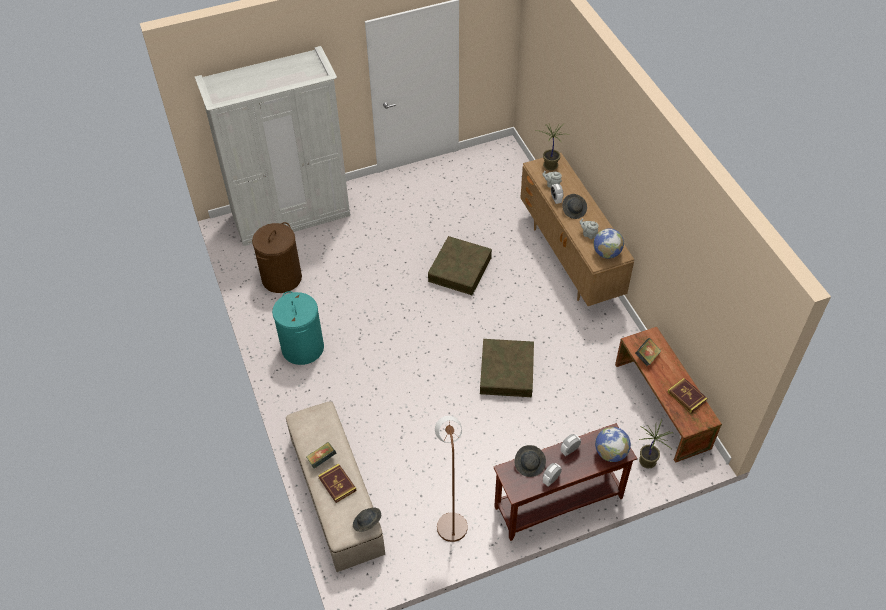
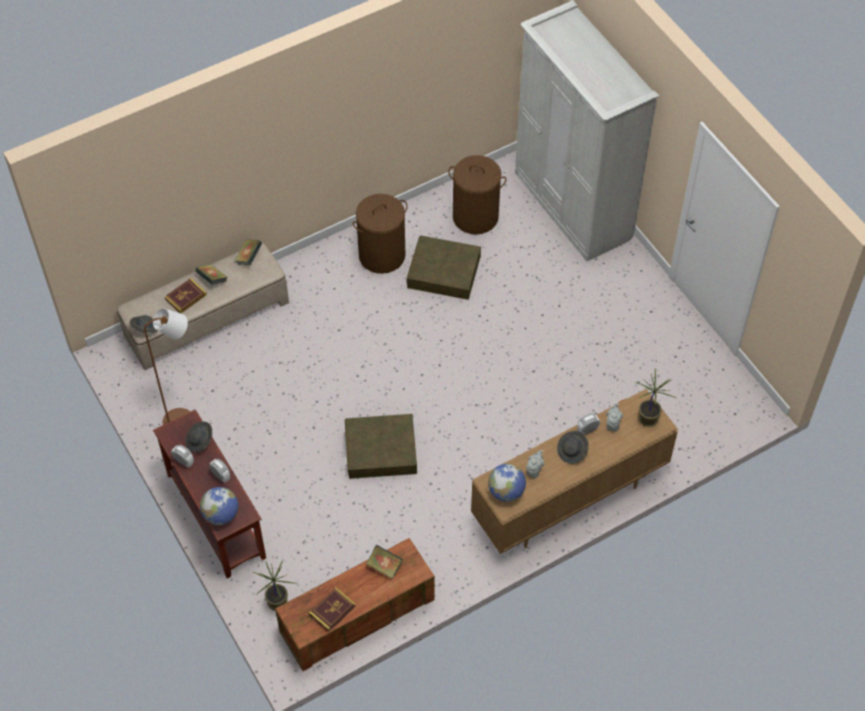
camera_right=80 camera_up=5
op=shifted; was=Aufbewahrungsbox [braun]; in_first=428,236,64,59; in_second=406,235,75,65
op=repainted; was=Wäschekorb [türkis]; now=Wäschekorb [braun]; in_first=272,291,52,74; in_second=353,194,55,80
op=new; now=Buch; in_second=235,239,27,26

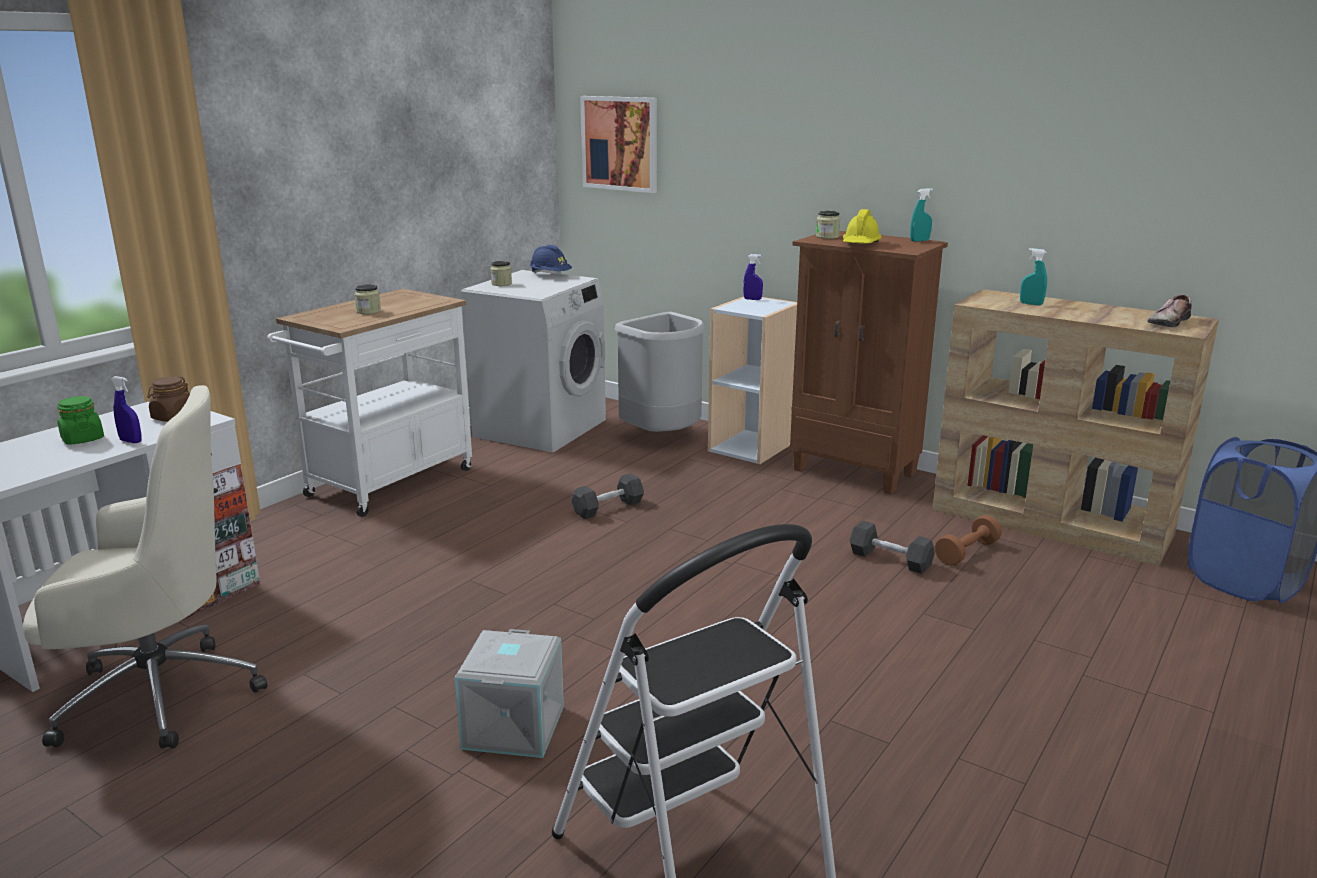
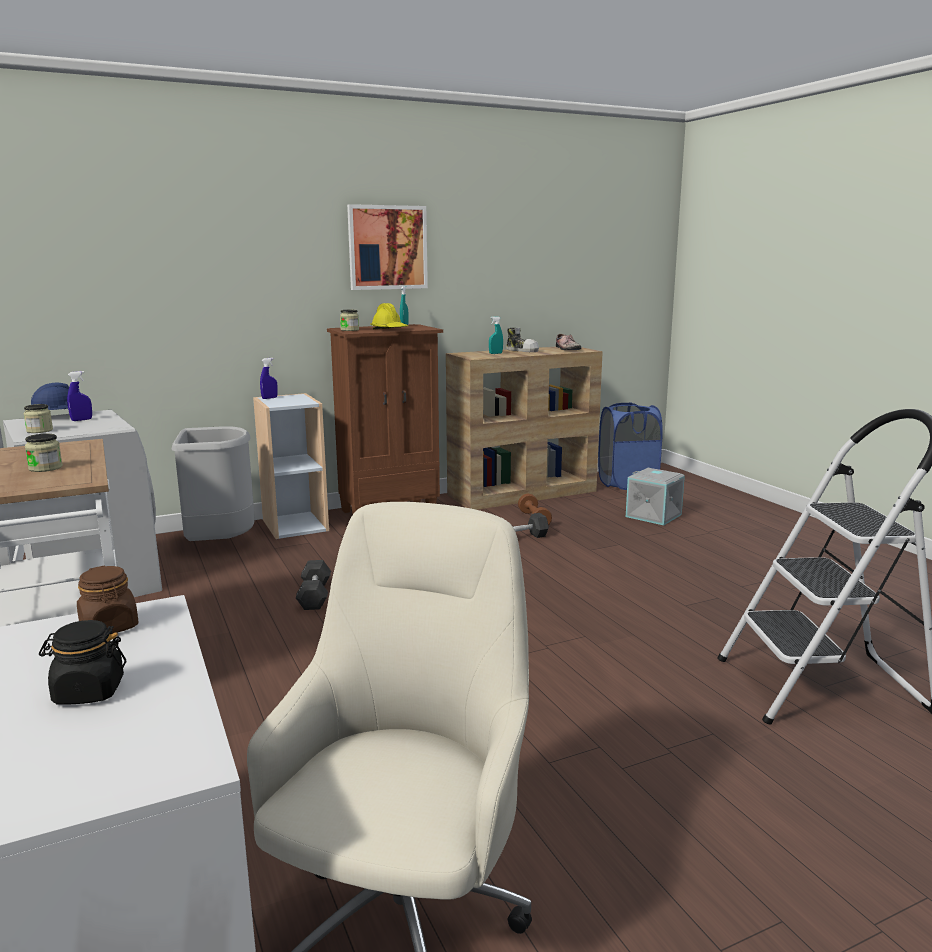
camera_right=-60 camera_up=-5
op=shifted; was=Bild; in_first=580,96,77,97; in_second=347,204,81,86
op=shifted; was=Sprühflasche [blau]; in_first=111,376,31,67; in_second=67,371,25,50
op=repainted; was=Vorratsglas [grün]; now=Vorratsglas [schwarz]; in_first=57,396,47,49; in_second=39,620,88,85
op=shifted; was=Aufbewahrungsbox [grau]; in_first=455,629,109,129; in_second=626,468,59,57
op=new; now=Schuh; in_second=506,327,33,25

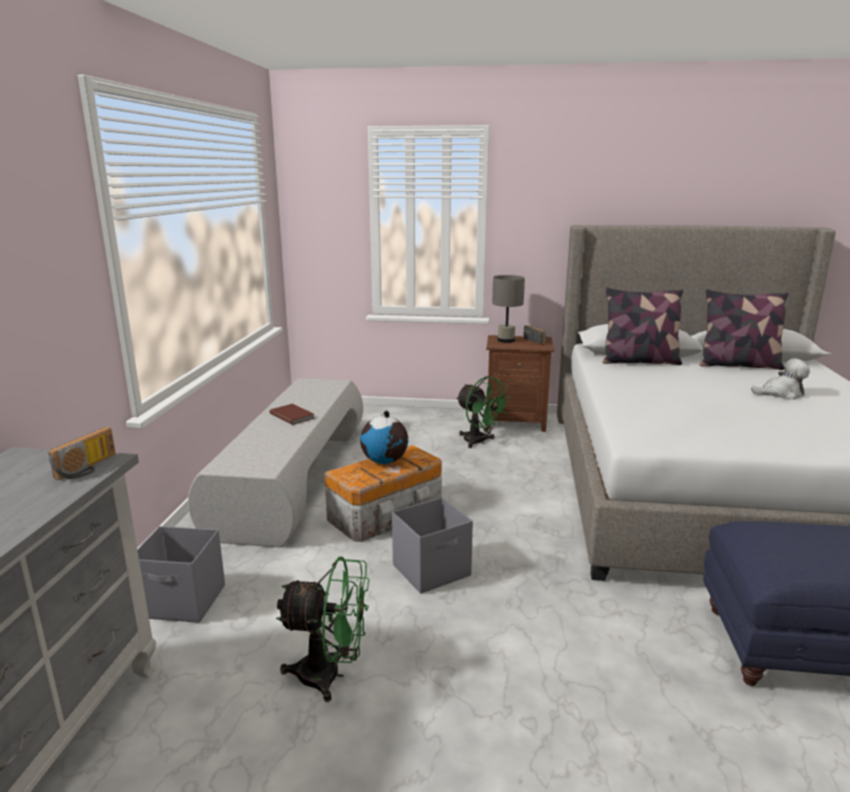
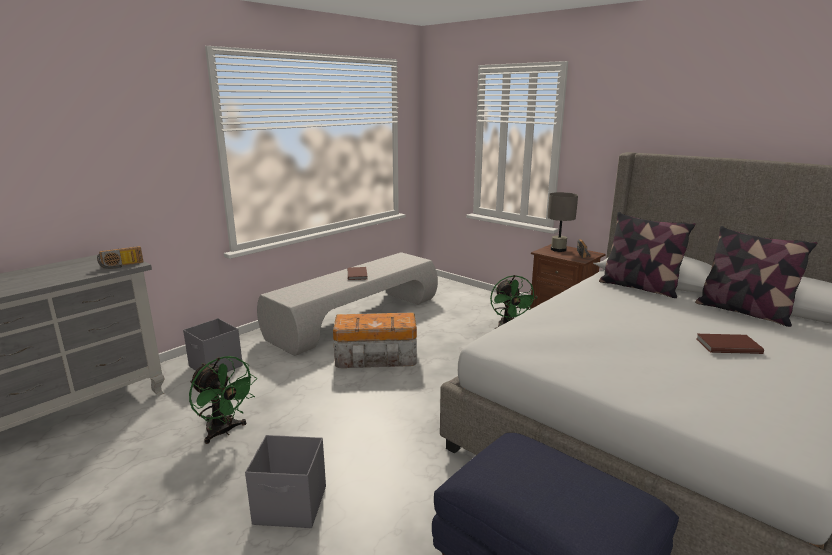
camera_right=35 camera_up=0
op=swapped; was=Plüschtier; now=Buch [braun]; in_first=751,358,59,42; in_second=696,334,68,20
op=gone; was=Globus; in_first=360,411,48,53
op=shifted; was=Aufbewahrungsbox [grau]; in_first=392,497,81,97; in_second=245,435,81,93

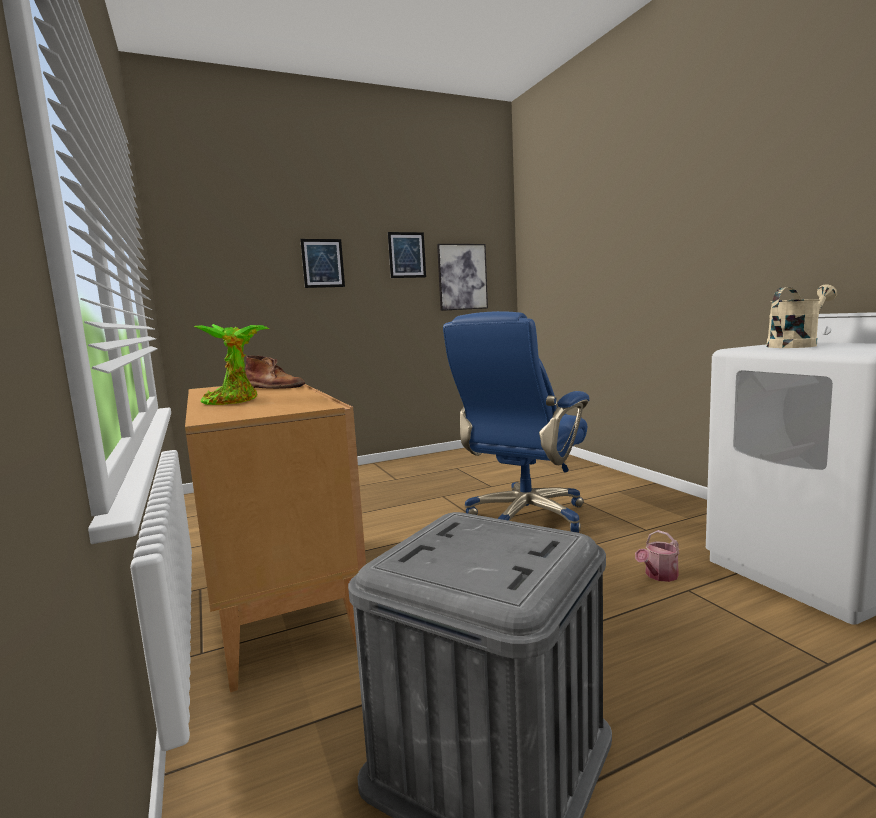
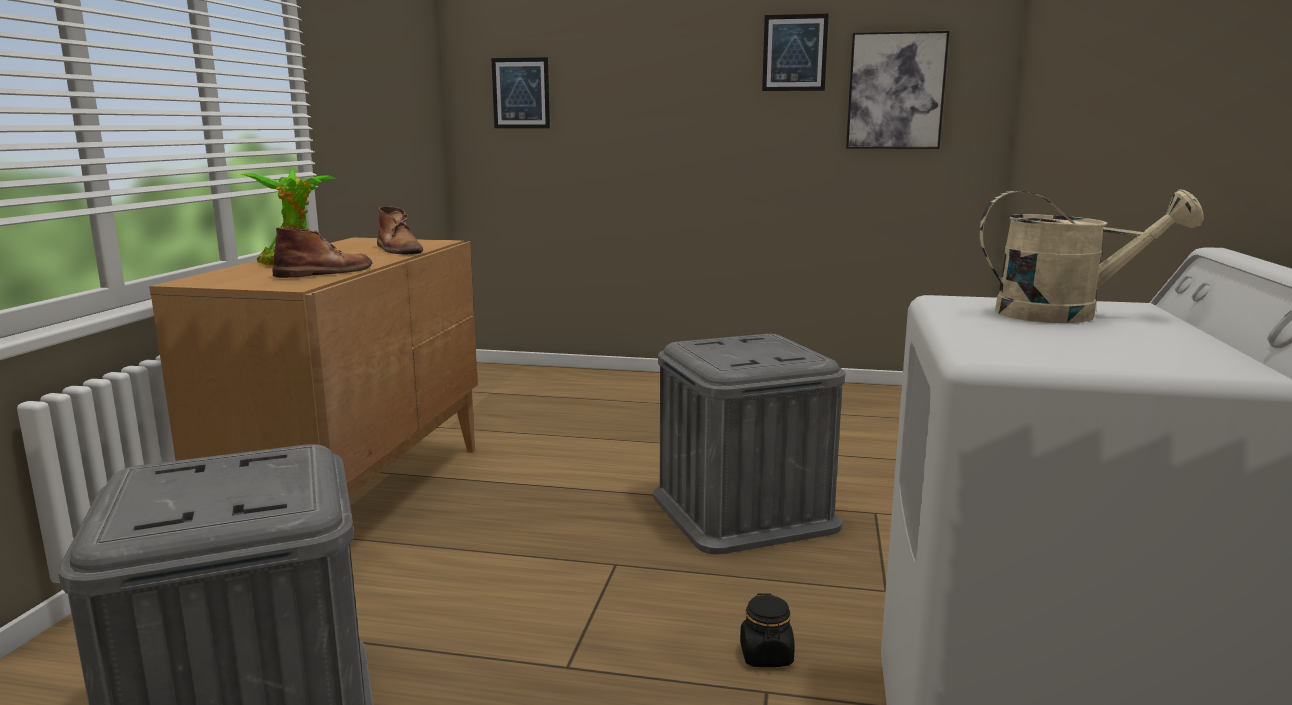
camera_right=35 camera_up=5
op=shifted; was=Bild; in_first=300,239,45,49; in_second=491,57,59,71
op=swapped; was=Bürostuhl [blau]; now=Aufbewahrungsbox [grau]; in_first=443,311,146,222; in_second=653,334,193,221
op=swapped; was=Gießkanne; now=Vorratsglas [schwarz]; in_first=635,530,44,52; in_second=740,593,55,74
op=new; now=Stiefel [braun]; in_second=272,227,100,51

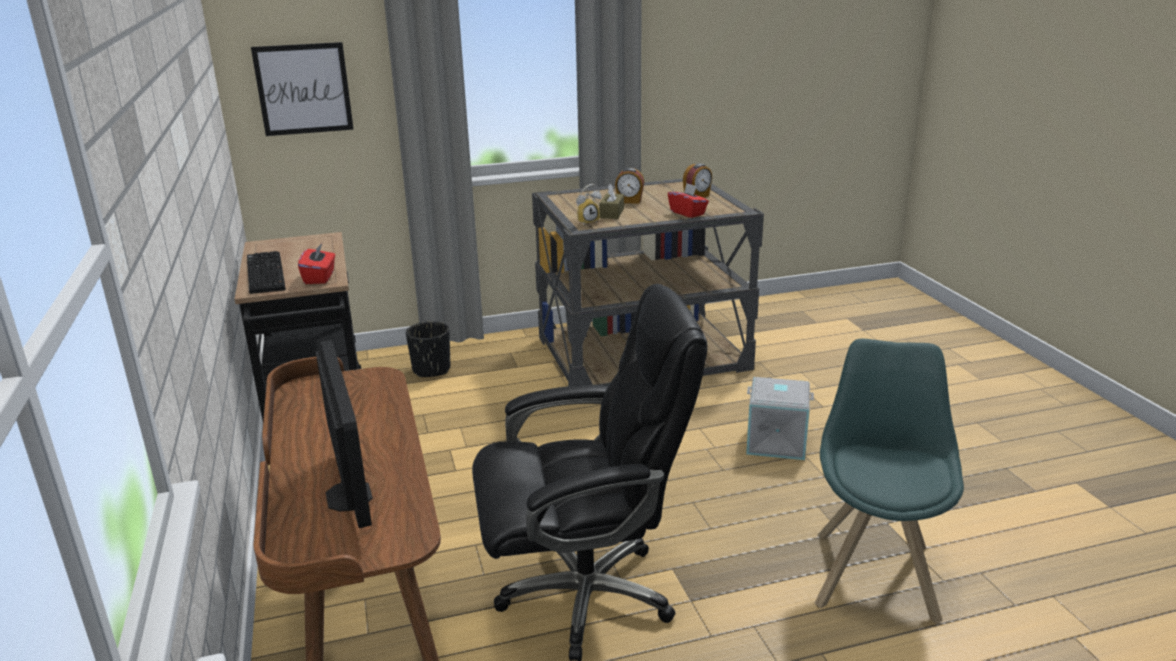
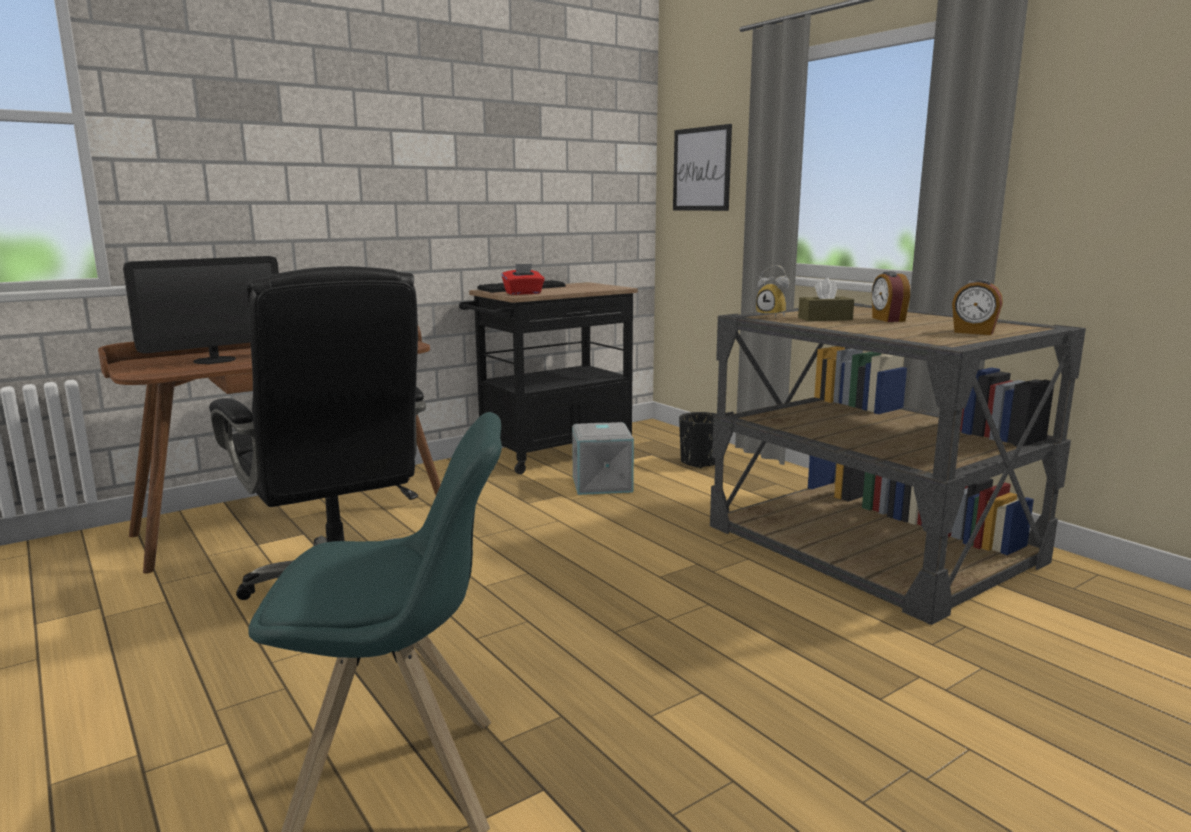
camera_right=70 camera_up=-10
op=gone; was=Taschentuchbox [rot]; in_first=668,183,41,35
op=shifted; was=Aufbewahrungsbox [grau]; in_first=746,377,68,83; in_second=572,422,62,73

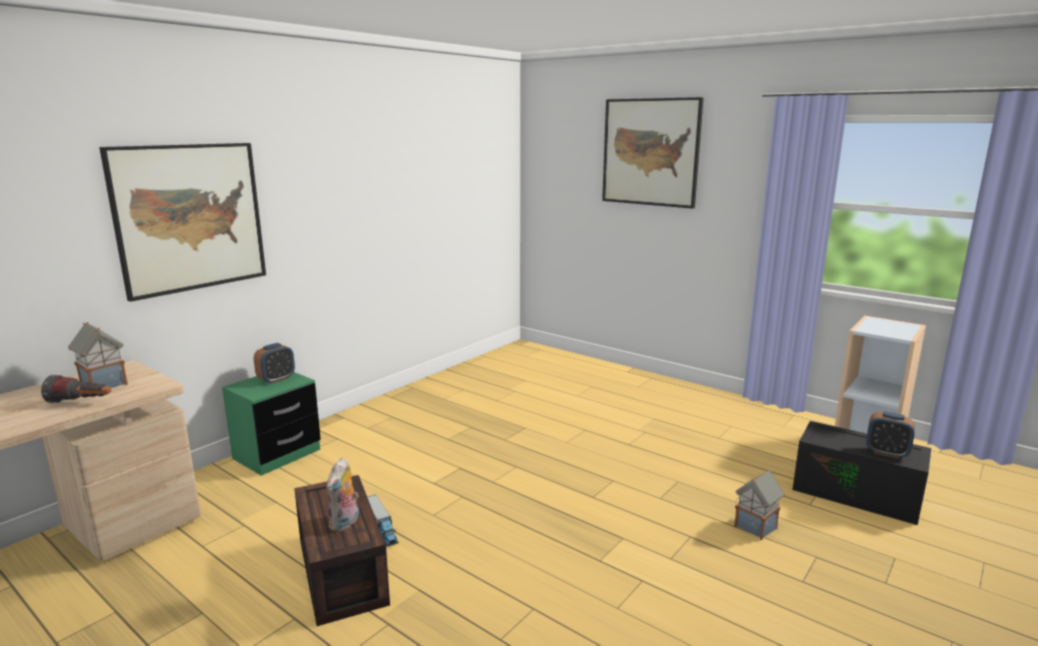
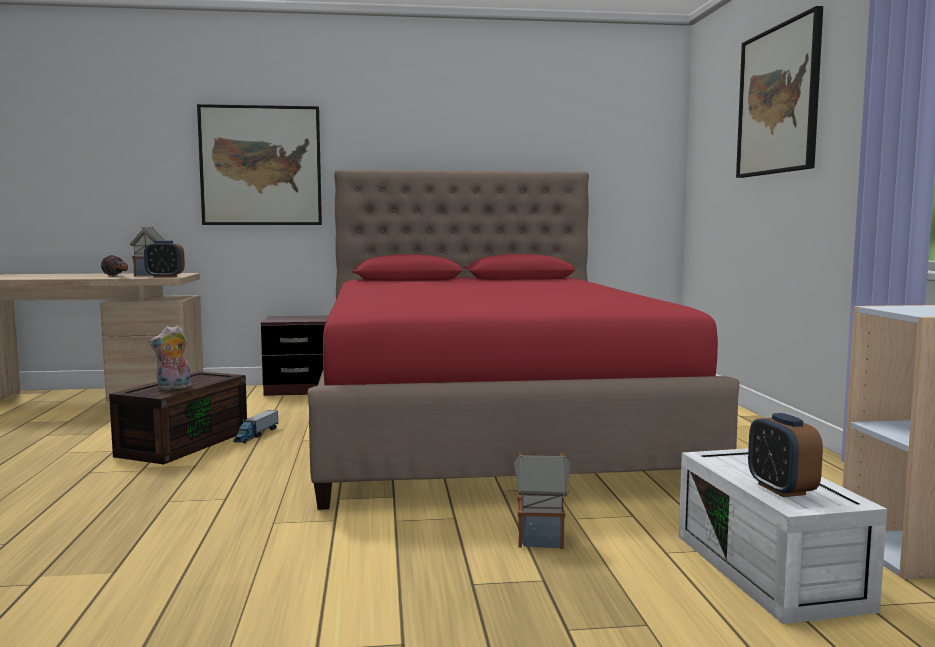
camera_right=45 camera_up=-10
op=shifted; was=Wecker; in_first=254,343,41,41; in_second=144,241,41,37
op=repainted; was=Nachttisch [grün]; now=Nachttisch [braun]; in_first=222,372,99,104; in_second=261,316,67,80
op=repainted; was=Aufbewahrungsbox [schwarz]; now=Aufbewahrungsbox [weiß]; in_first=792,421,139,104; in_second=679,448,208,176
op=new; now=Bett [rot]; in_second=308,169,432,341

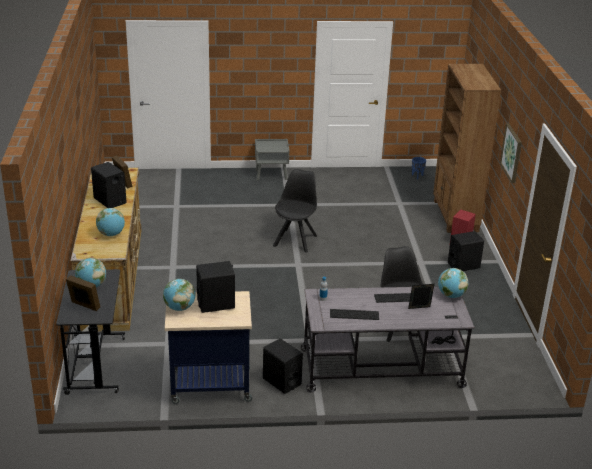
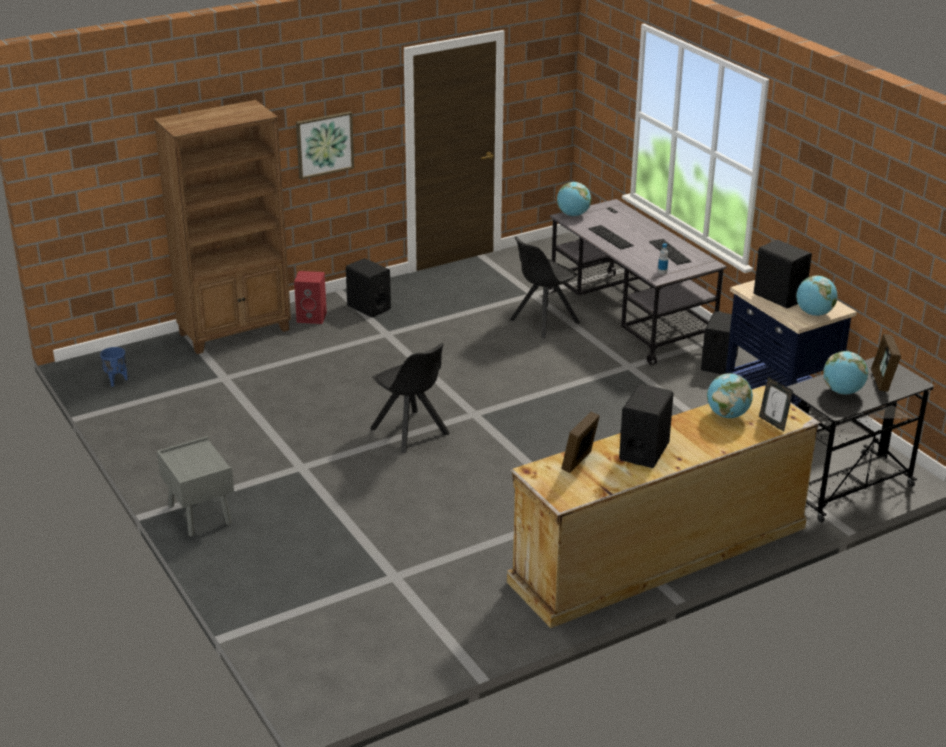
camera_right=-115 camera_up=0
op=rotated; was=Stuhl [schwarz]; in_first=273,169,44,84; in_second=370,343,80,110; clockwise=-120
op=shifted; was=Bilderrahmen; in_first=408,284,27,25; in_second=759,377,34,54

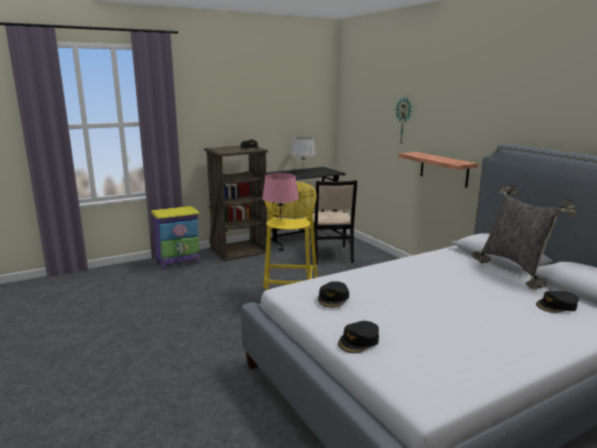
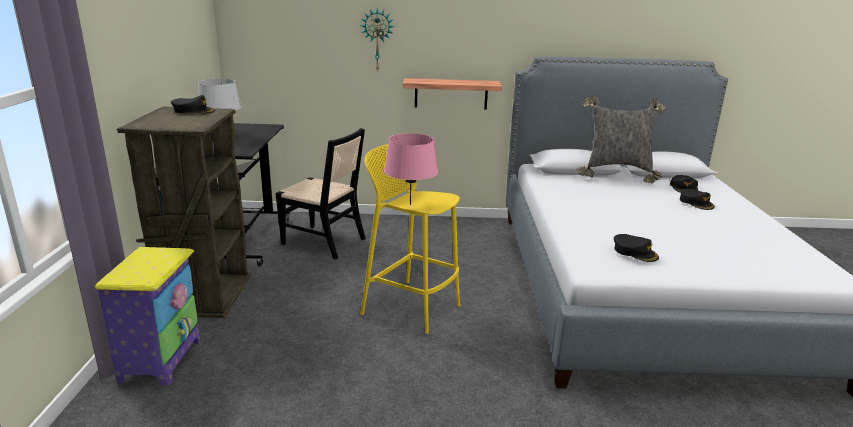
camera_right=-60 camera_up=5
op=shifted; was=Kappe [schwarz]; in_first=338,321,41,32; in_second=680,189,35,21

